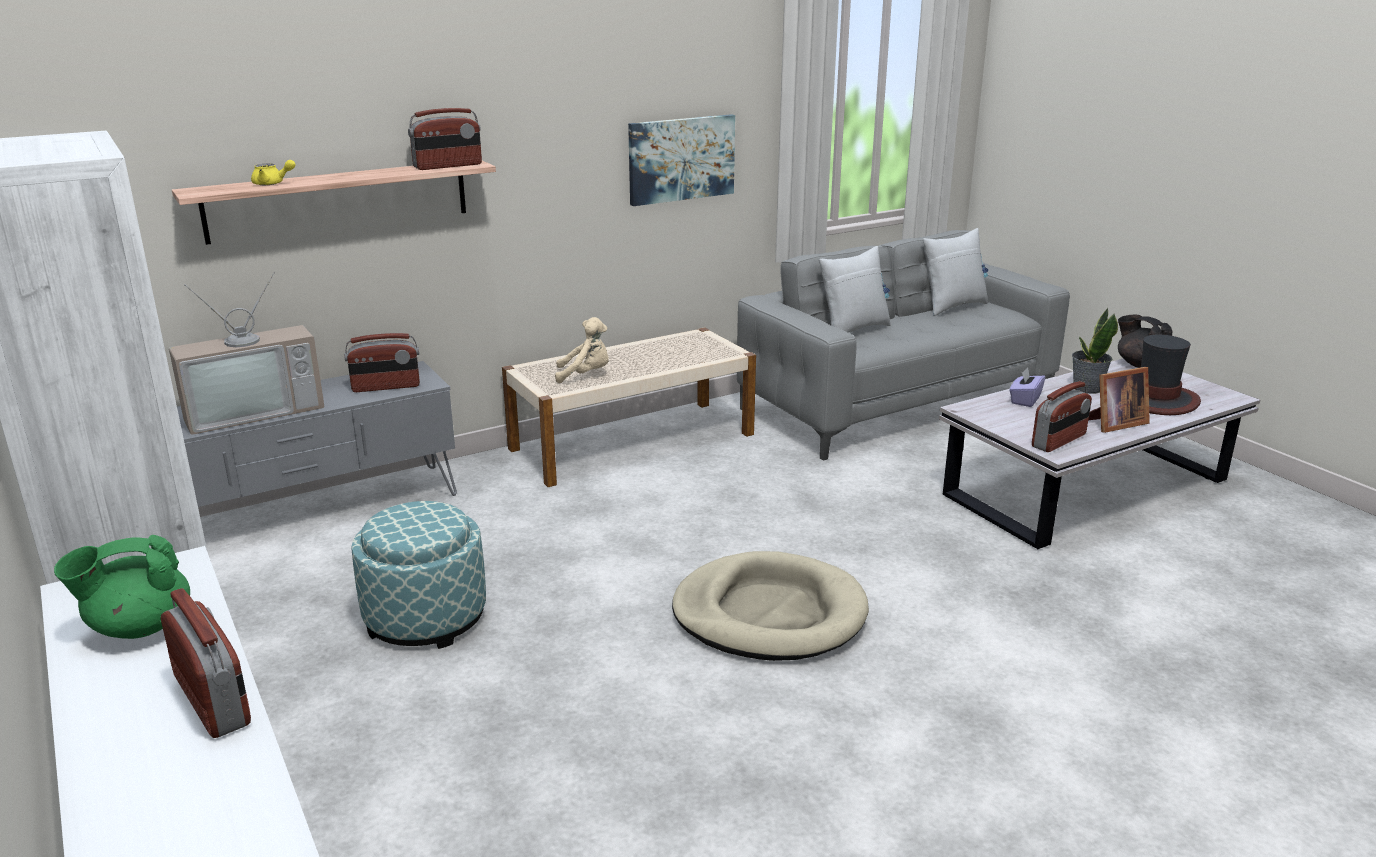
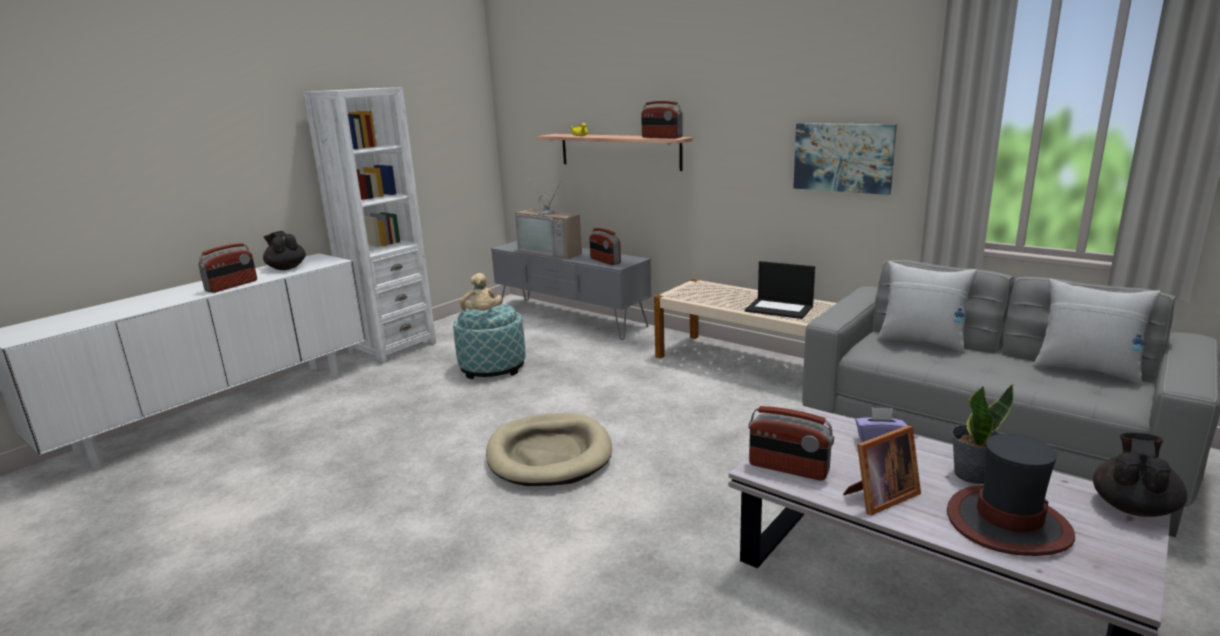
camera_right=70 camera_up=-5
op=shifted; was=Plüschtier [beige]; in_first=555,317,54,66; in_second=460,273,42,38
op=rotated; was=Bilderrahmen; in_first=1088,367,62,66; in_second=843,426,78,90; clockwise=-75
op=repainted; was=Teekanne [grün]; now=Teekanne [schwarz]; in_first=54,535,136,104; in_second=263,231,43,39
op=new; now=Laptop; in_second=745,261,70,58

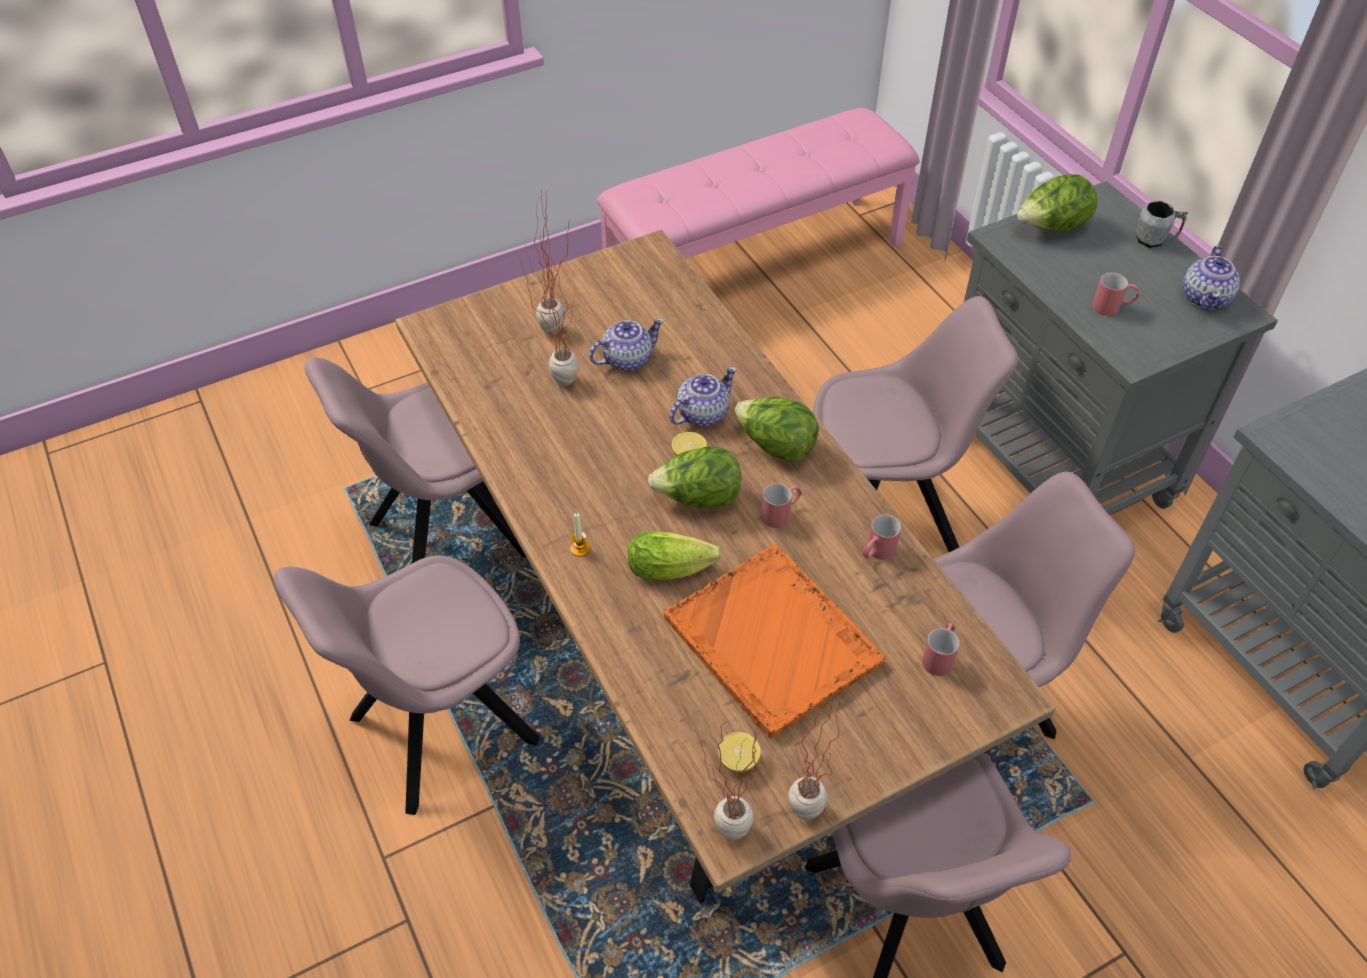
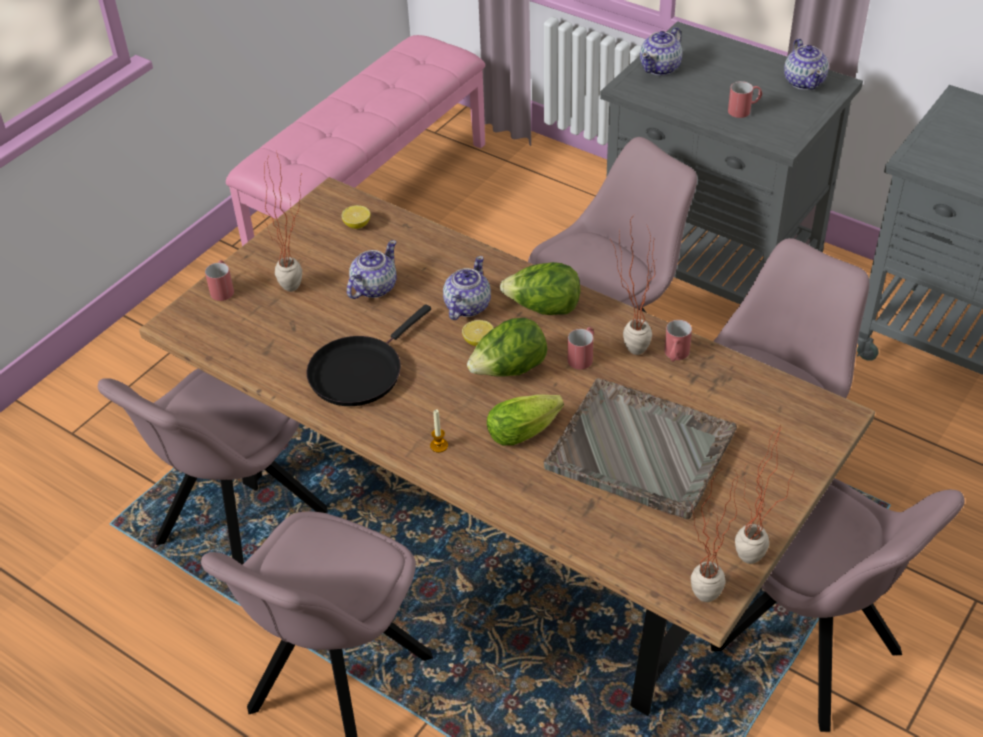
camera_right=-25 camera_up=-5
op=swapped; was=Salatkopf; now=Teekanne; in_first=1017,174,80,57; in_second=640,27,42,49
op=gone; was=Henkelbecher [grau]; in_first=1136,201,53,47
op=shifted; was=Topfpflanze; in_first=519,238,59,148; in_second=610,215,45,140
op=repainted; was=Tablett [orange]; now=Tablett [grau]; in_first=663,544,223,194; in_second=544,378,193,141
op=shifted; was=Henkelbecher [rot]; in_first=922,623,38,53; in_second=205,260,29,41
op=shifted; was=Zitrone; in_first=718,732,43,40; in_second=341,205,29,24
op=new; now=Pfanne [schwarz]; in_second=307,304,124,102

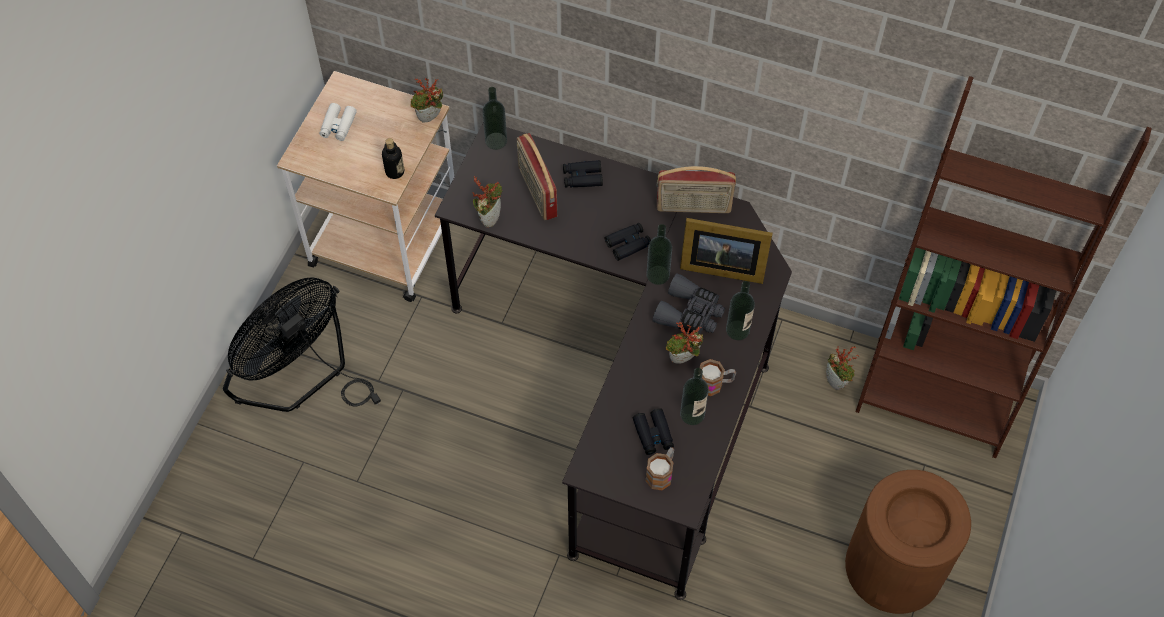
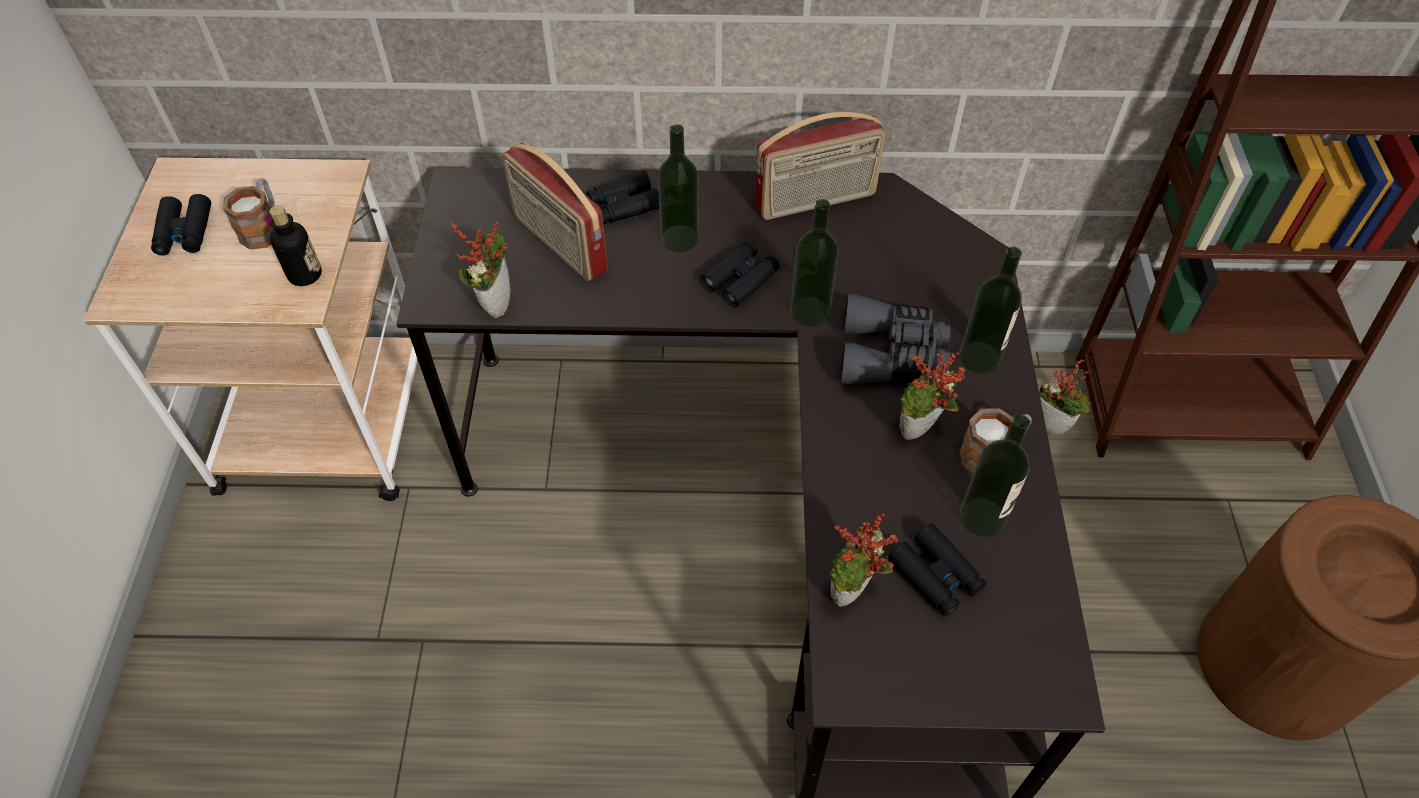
camera_right=-20 camera_up=-5
op=shifted; was=Topfpflanze; in_first=410,78,33,45; in_second=830,513,68,94
op=shifted; was=Flasche; in_first=482,87,25,63; in_second=658,124,41,128
op=repainted; was=Fernglas [weiß]; now=Fernglas [schwarz]; in_first=319,103,38,38; in_second=151,194,60,61
op=gone; was=Bilderrahmen; in_first=680,218,93,66
op=gone; was=Ventilator [schwarz]; in_first=223,278,158,134
op=shifted; was=Henkelbecher; in_first=646,447,28,43; in_second=223,178,52,72

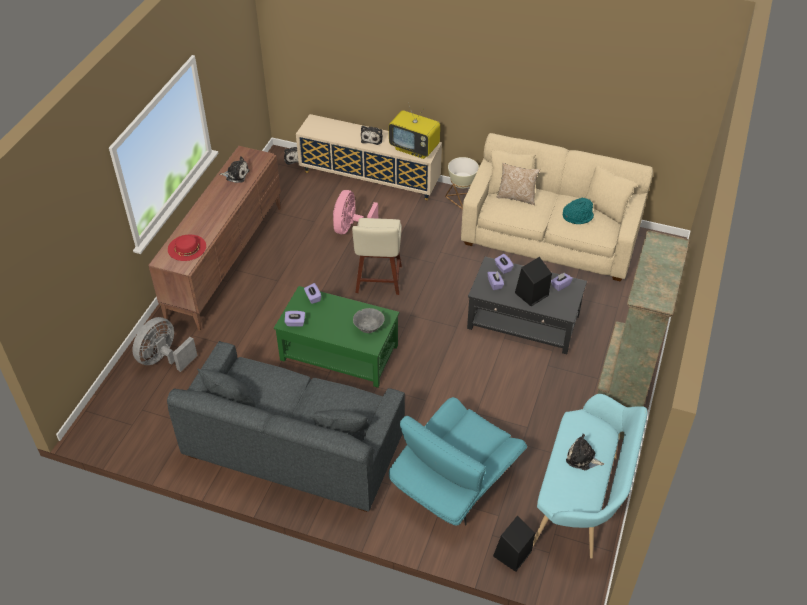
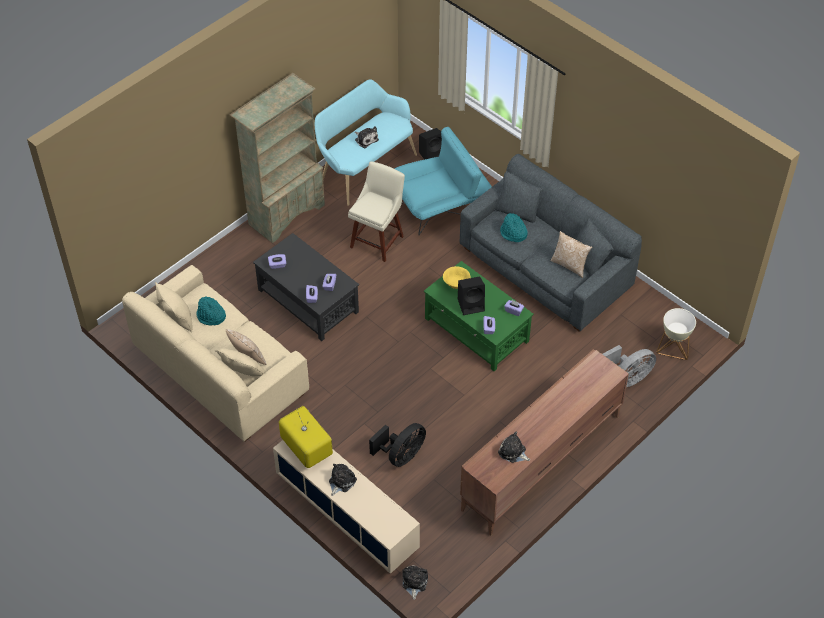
camera_right=-155 camera_up=5
op=shifted; was=Pflanzkübel; in_first=445,157,34,53; in_second=656,308,40,52
op=repainted; was=Ventilator [rosa]; now=Ventilator [schwarz]; in_first=333,190,45,44; in_second=369,423,57,44
op=shifted; was=Hocker [beige]; in_first=352,218,50,77; in_second=348,161,57,101
op=gone; was=Hut [rot]; in_first=168,235,38,26
op=shifted; was=Lautsprecher [schwarz]; in_first=515,257,37,49; in_second=458,277,27,38
op=repainted; was=Schüssel [grau]; now=Schüssel [gelb]; in_first=353,308,32,25; in_second=443,266,27,23
op=new; now=Hut [türkis]; in_second=500,213,28,29
op=new; now=Kissen; in_second=550,231,42,47

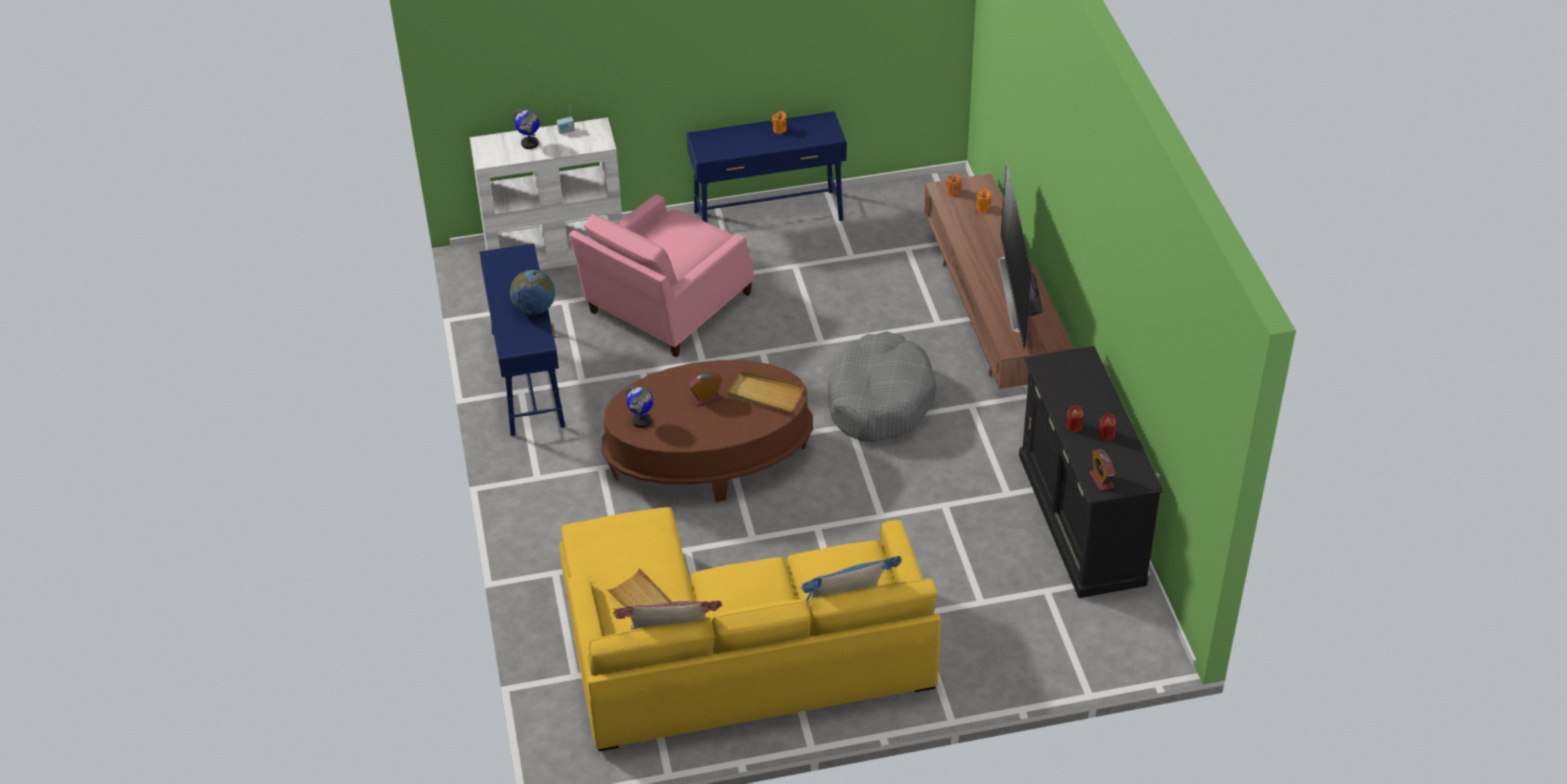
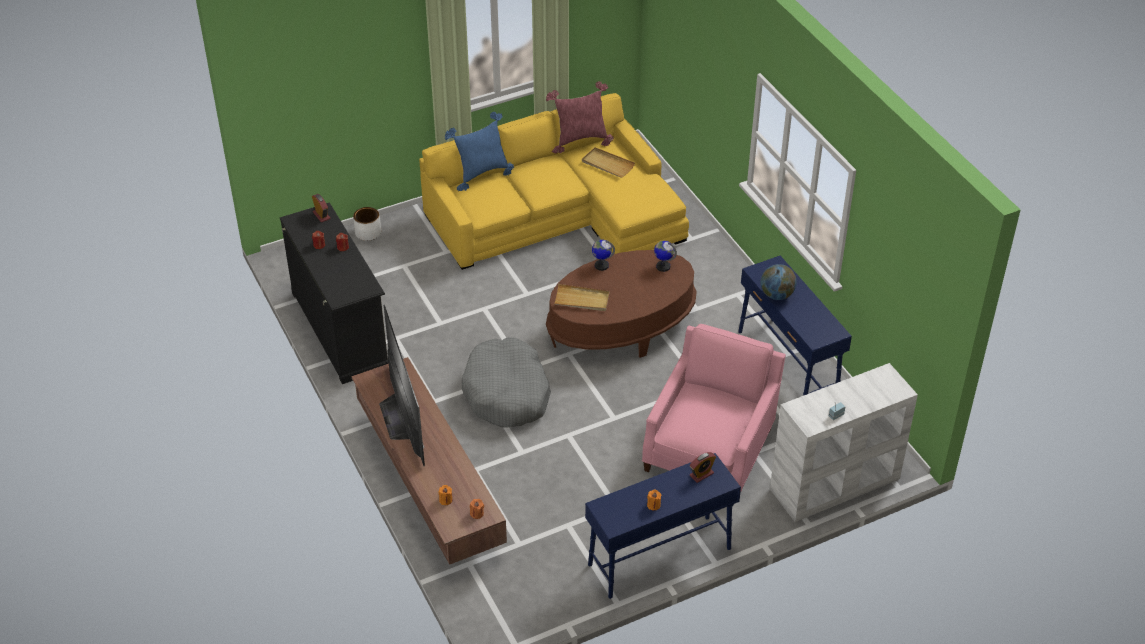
camera_right=165 camera_up=0
op=shifted; was=Globus; in_first=512,109,28,40; in_second=592,240,23,31
op=shifted; was=Wecker; in_first=689,373,33,33; in_second=690,452,26,31
op=new; now=Pflanzkübel [weiß]; in_second=353,207,28,34

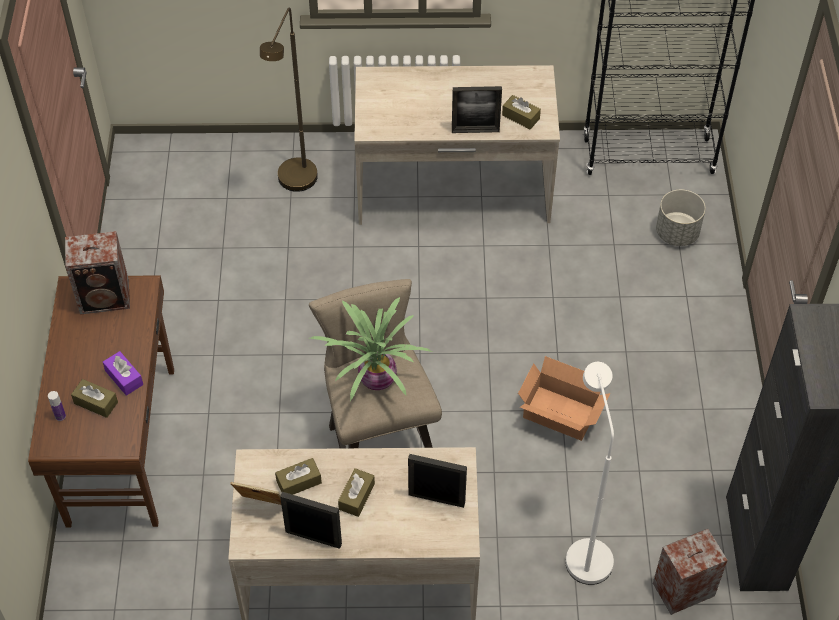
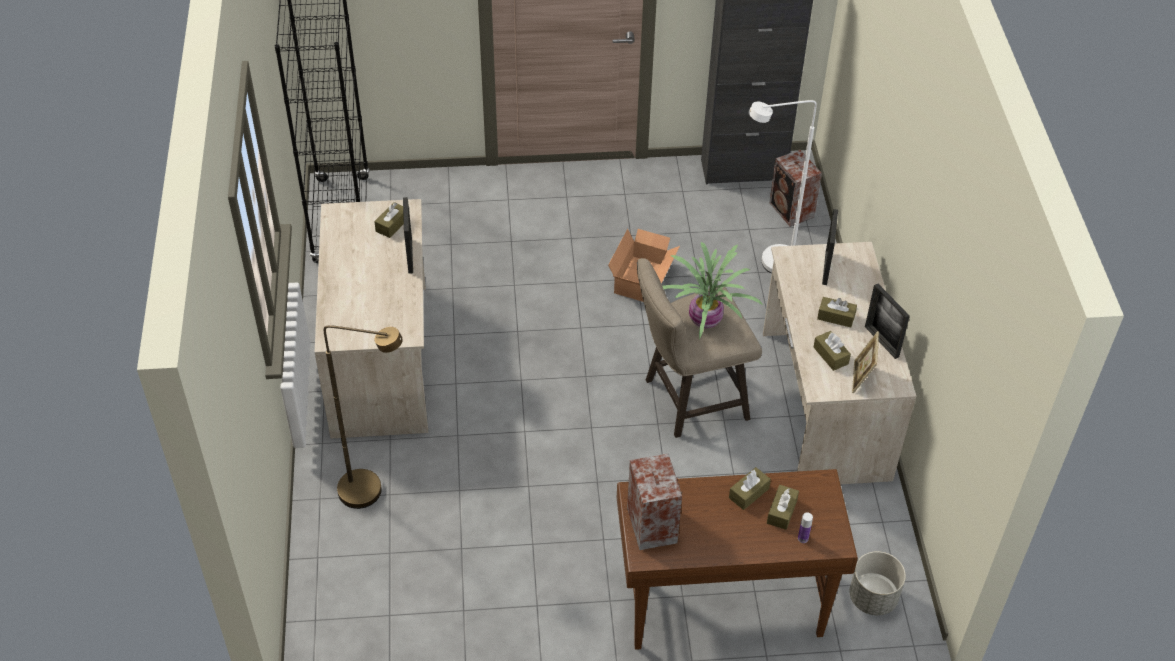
camera_right=-95 camera_up=-5
op=shifted; was=Pflanzkübel [grau]; in_first=656,190,49,56; in_second=849,551,57,64
op=repainted; was=Taschentuchbox [lila]; now=Taschentuchbox [braun]; in_first=103,351,40,45; in_second=729,467,42,43
op=rotated; was=Bilderrahmen; in_first=280,492,62,57; in_second=865,284,45,75; clockwise=-45

